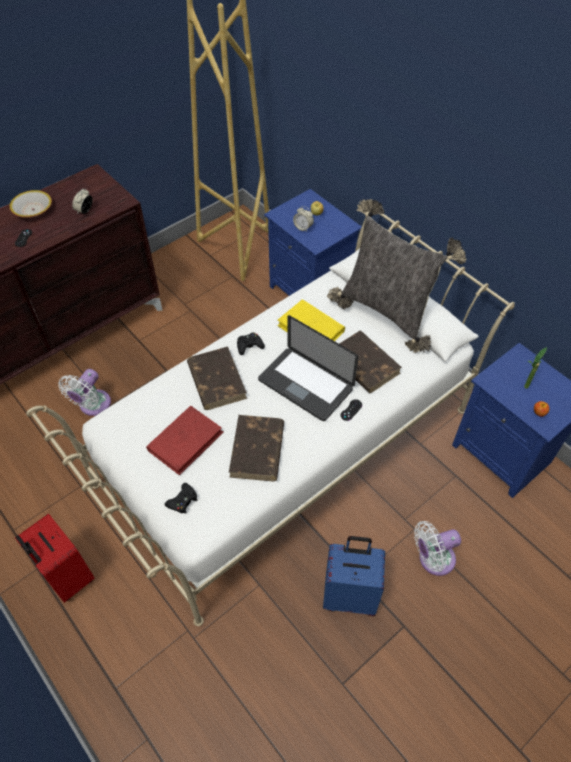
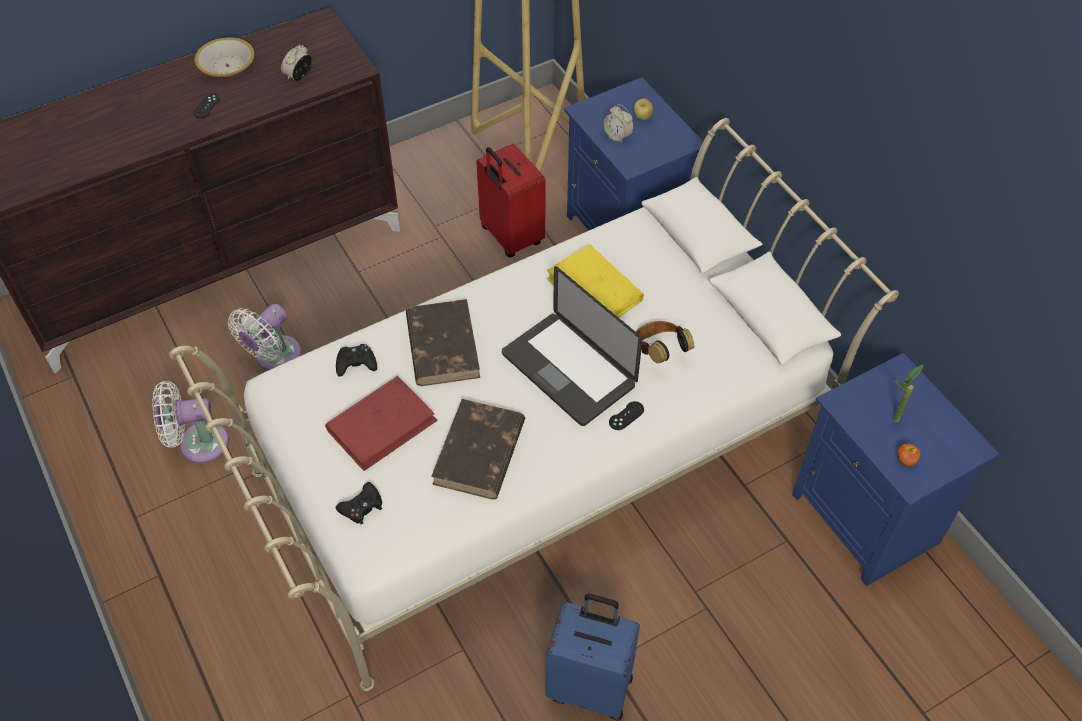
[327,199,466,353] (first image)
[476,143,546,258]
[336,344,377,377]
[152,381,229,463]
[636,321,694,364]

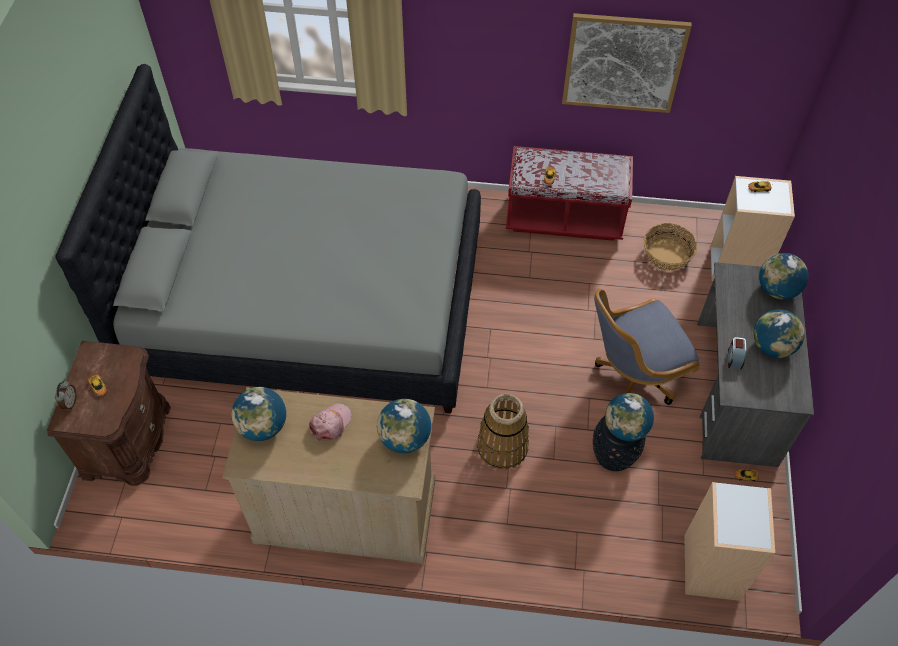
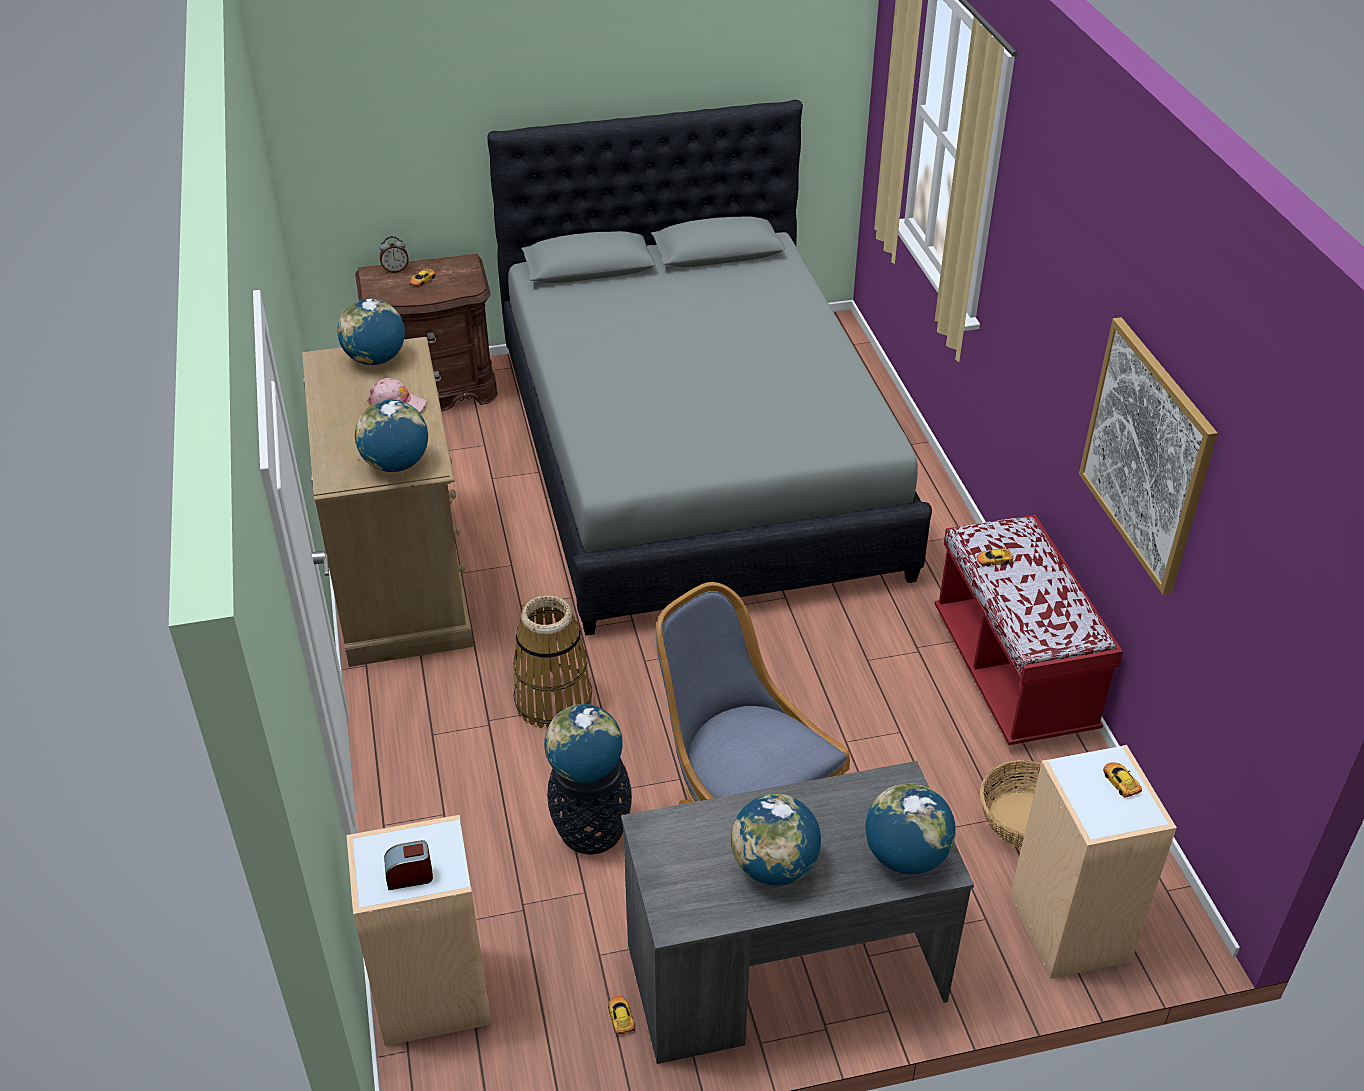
[384,840,433,890]

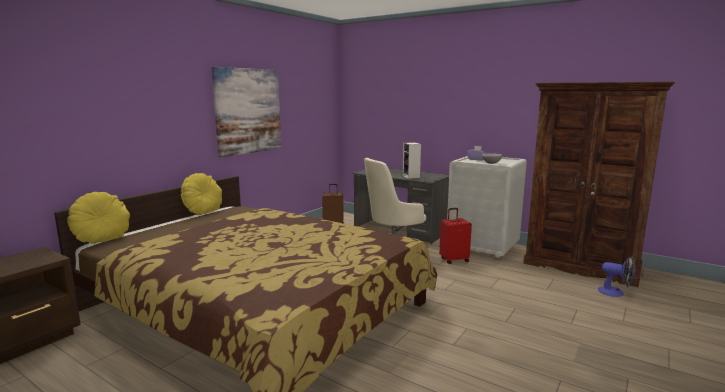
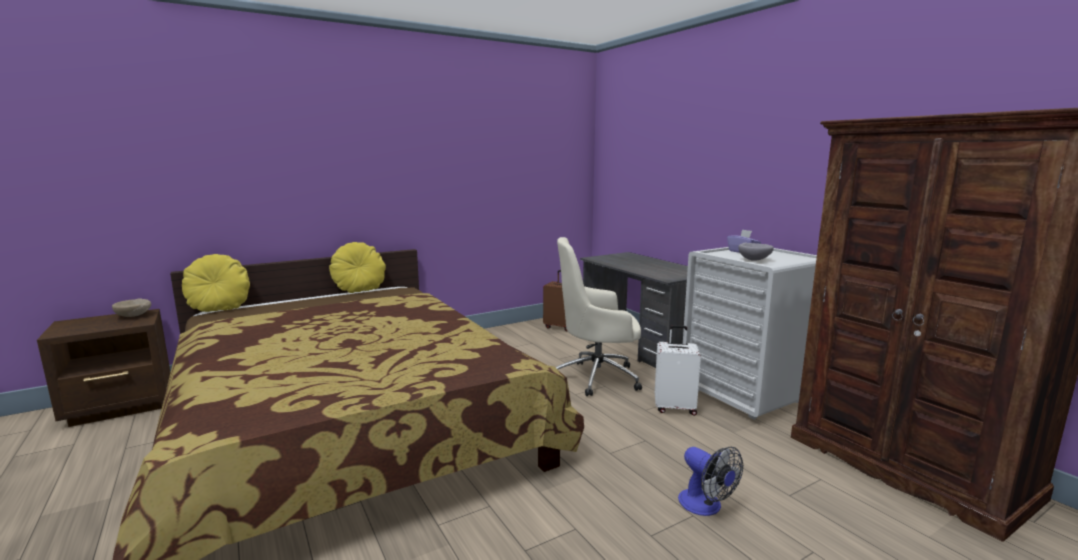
[211,67,281,157] (first image)
[403,142,421,179] (first image)
[112,298,151,317]
[678,447,743,516]
[655,325,701,416]

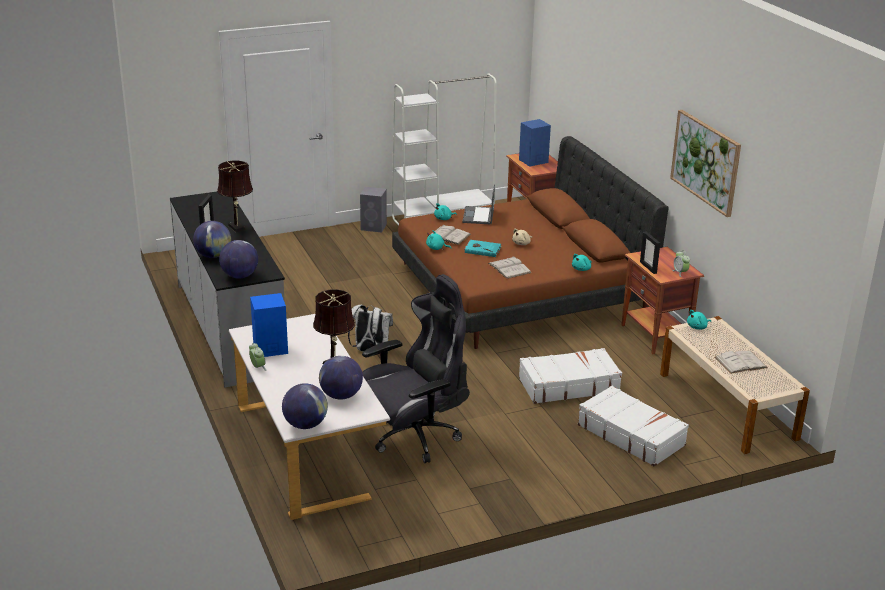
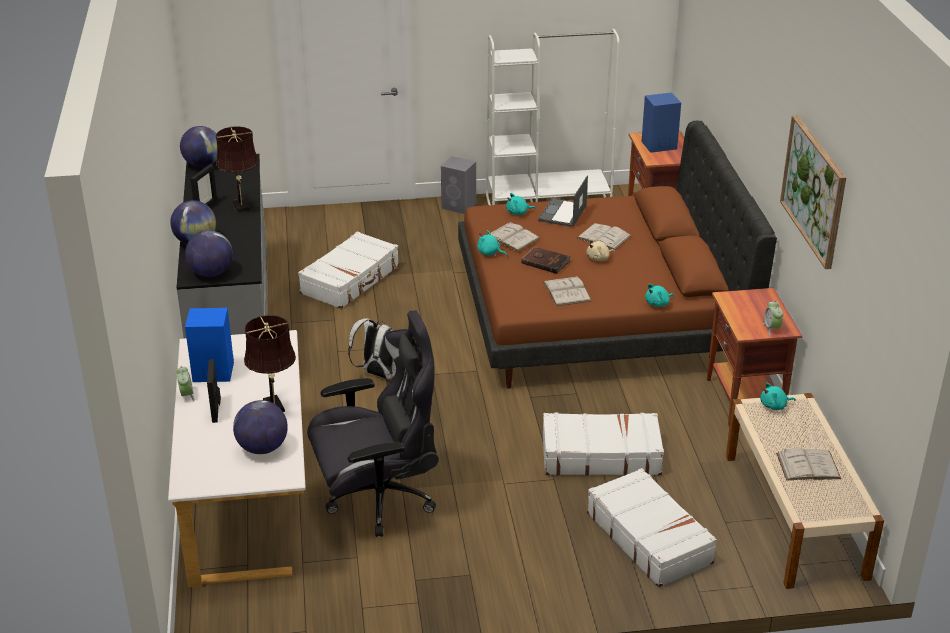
[298,231,399,309]
[577,223,631,250]
[180,126,217,167]
[207,359,221,423]
[521,246,571,274]

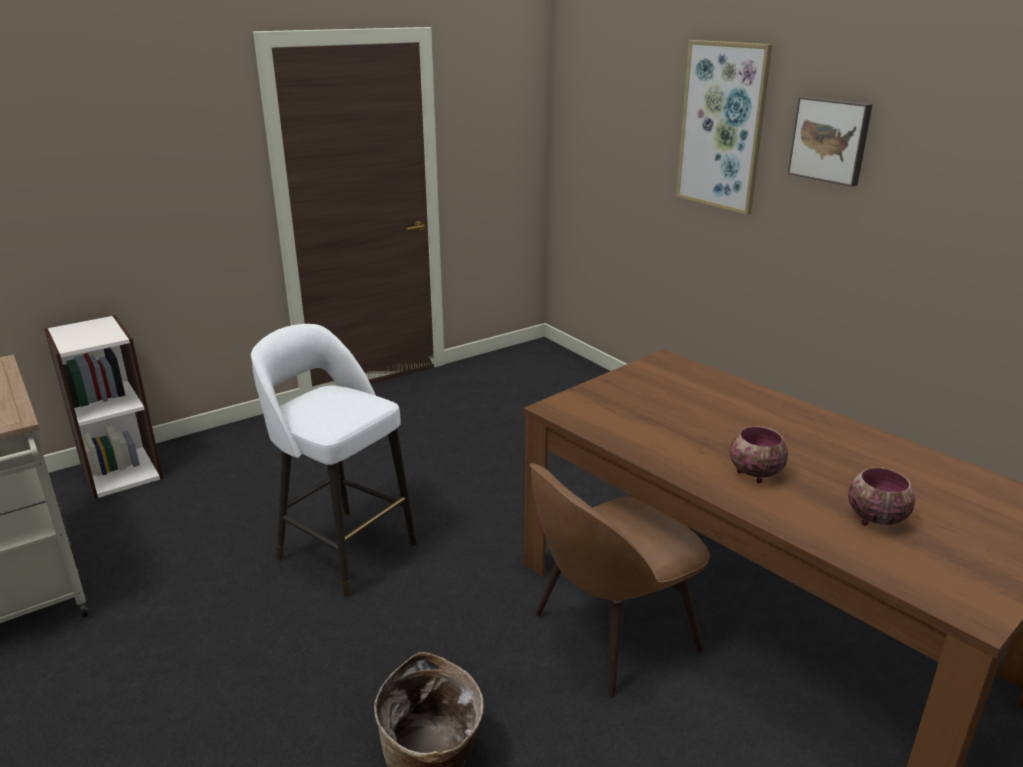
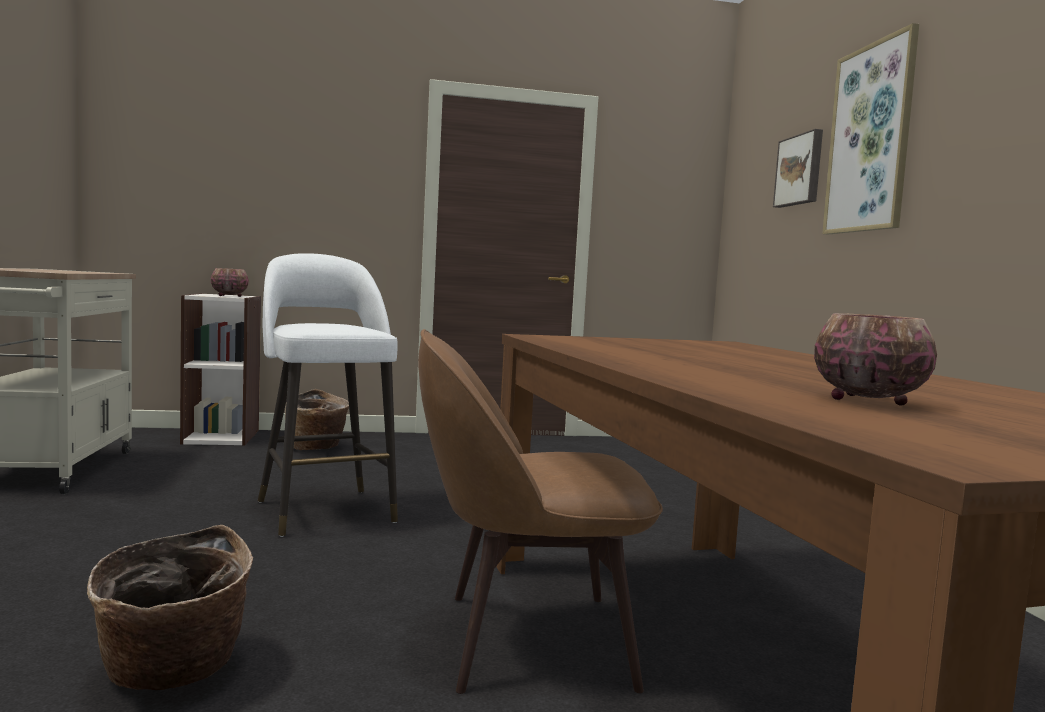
[285,389,349,450]
[211,268,249,297]
[773,129,823,208]

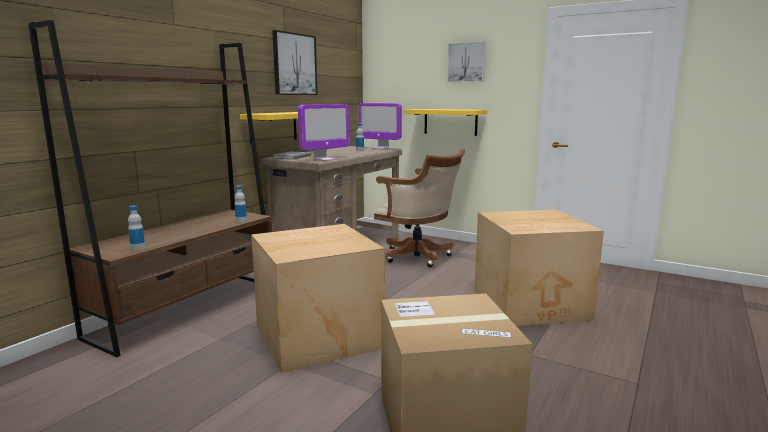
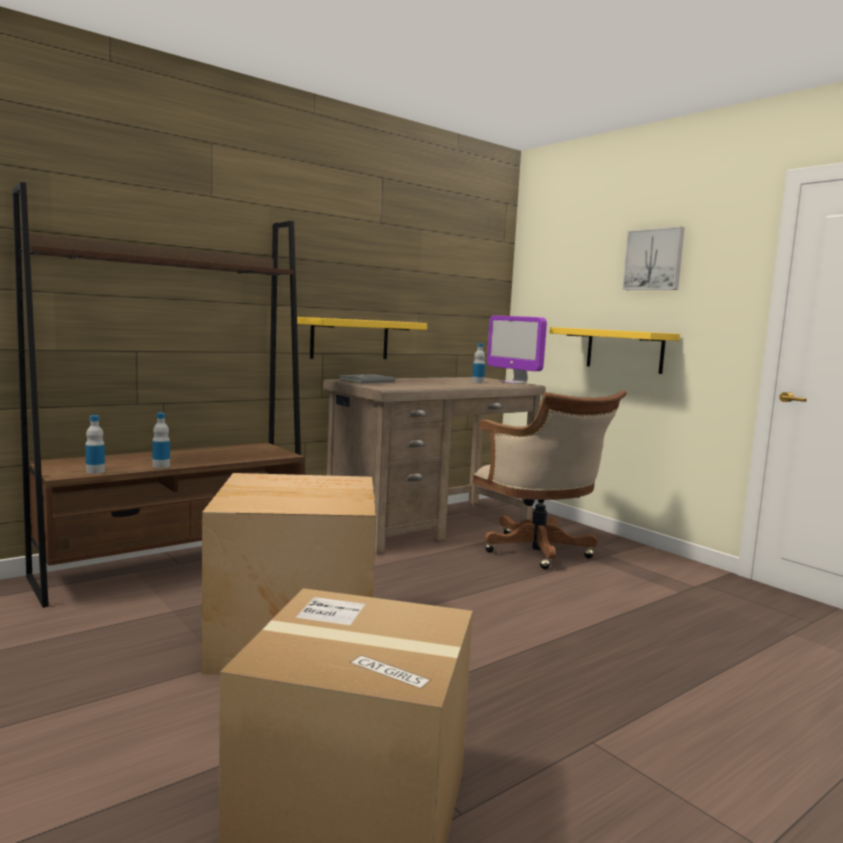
[272,30,318,95] (first image)
[298,104,349,161] (first image)
[474,210,604,326] (first image)
[152,413,170,468]

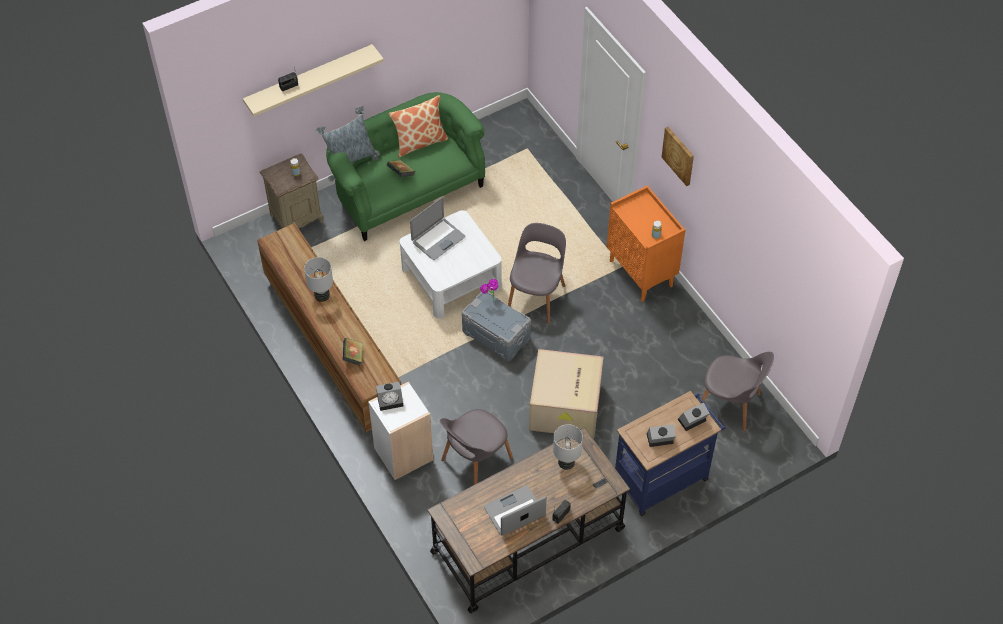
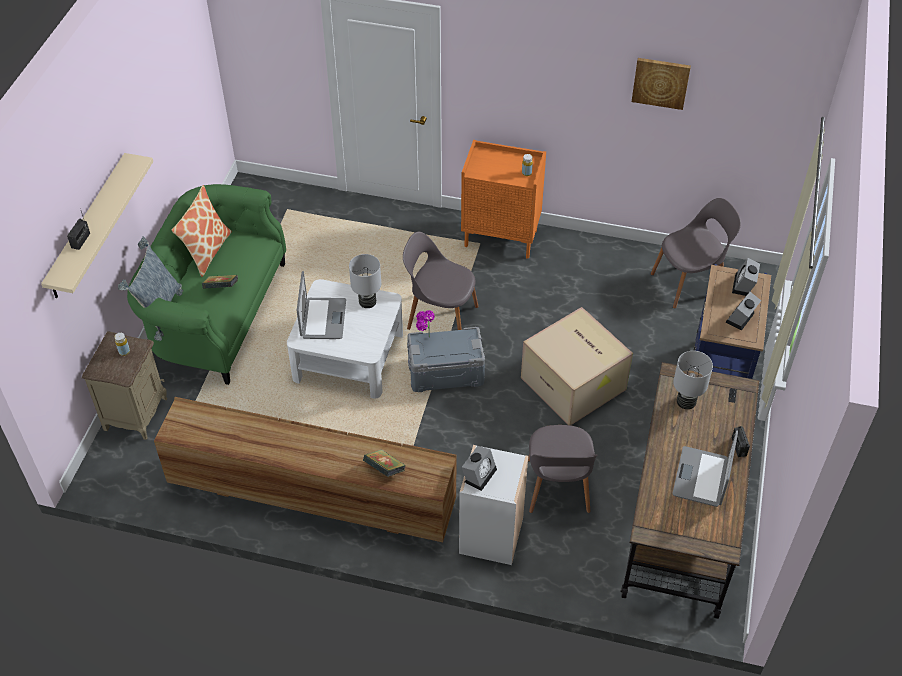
[349,254,381,308]
[632,58,691,110]
[403,232,479,330]

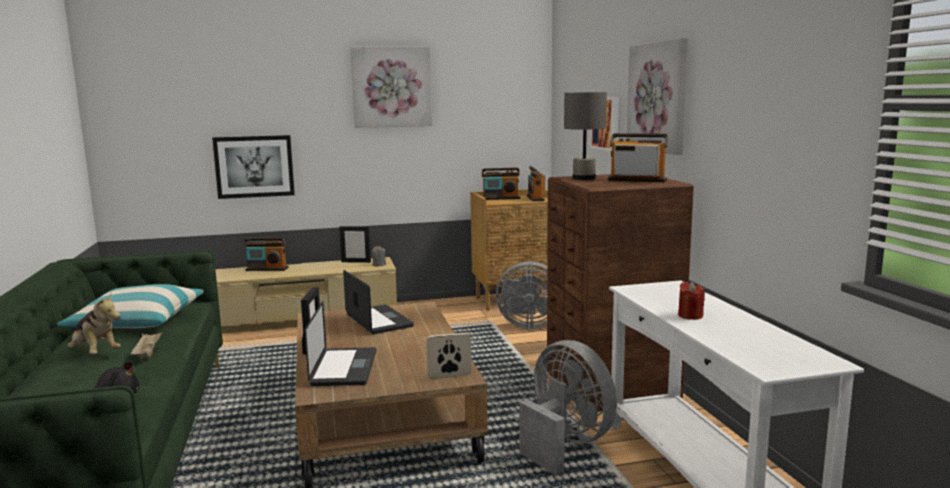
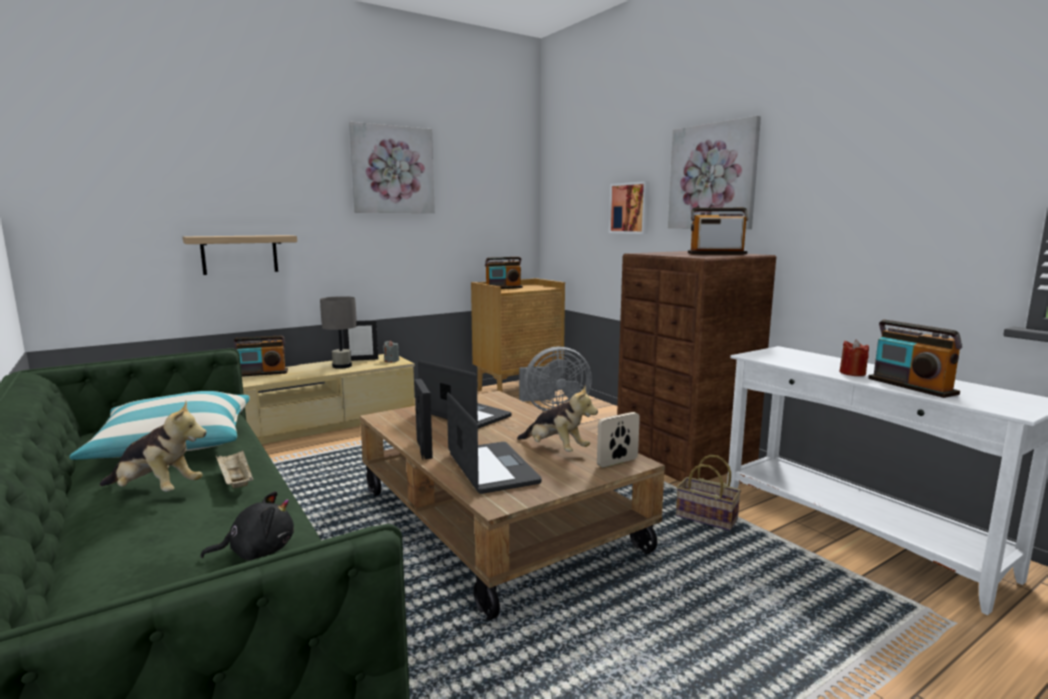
[517,385,598,452]
[868,319,962,398]
[320,296,357,369]
[183,235,297,275]
[676,455,741,531]

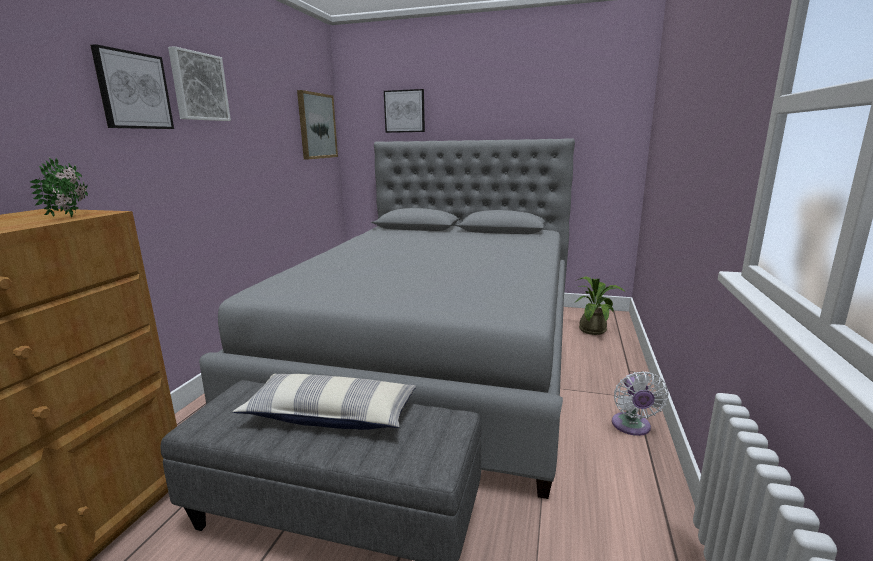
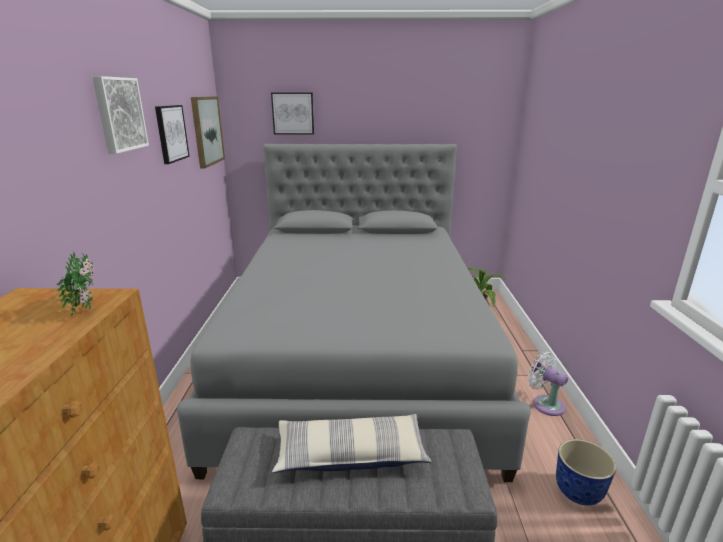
[556,439,616,505]
[155,105,190,164]
[528,351,568,416]

